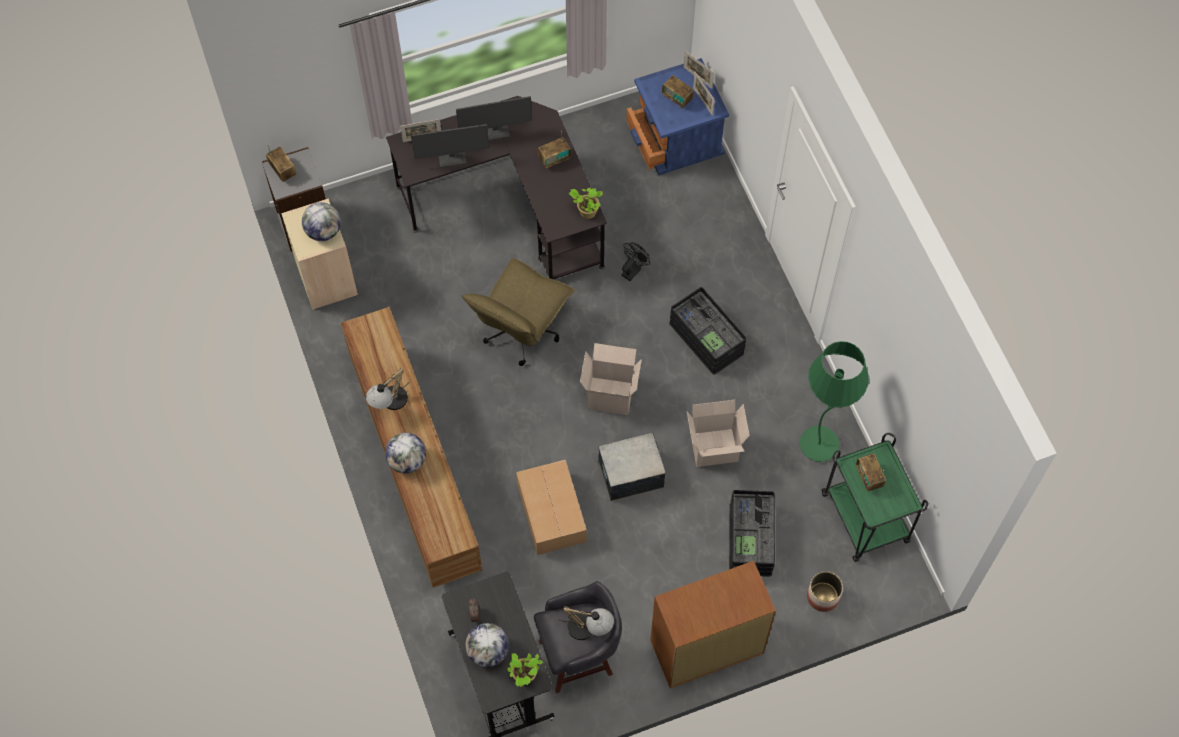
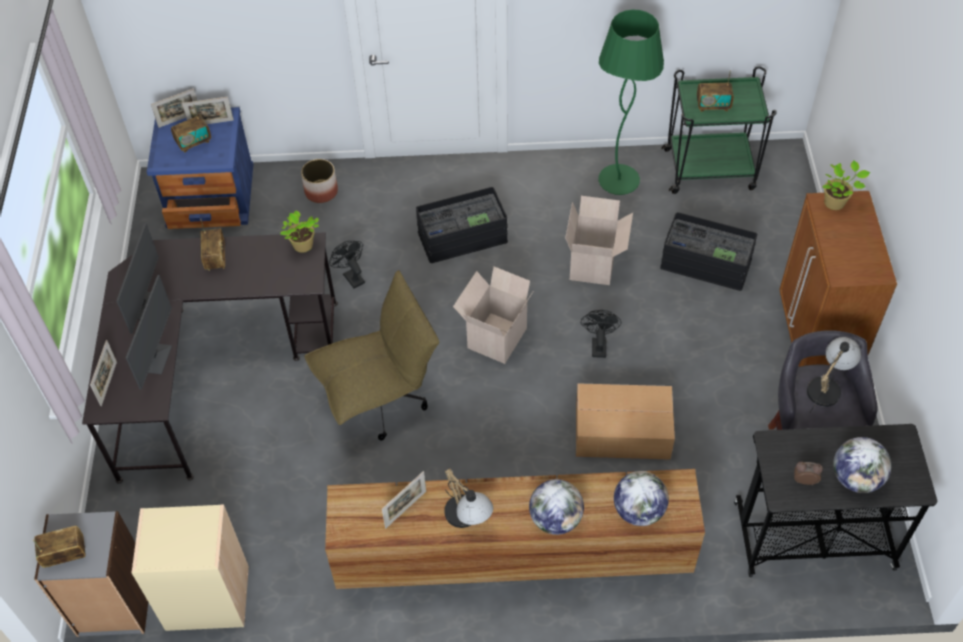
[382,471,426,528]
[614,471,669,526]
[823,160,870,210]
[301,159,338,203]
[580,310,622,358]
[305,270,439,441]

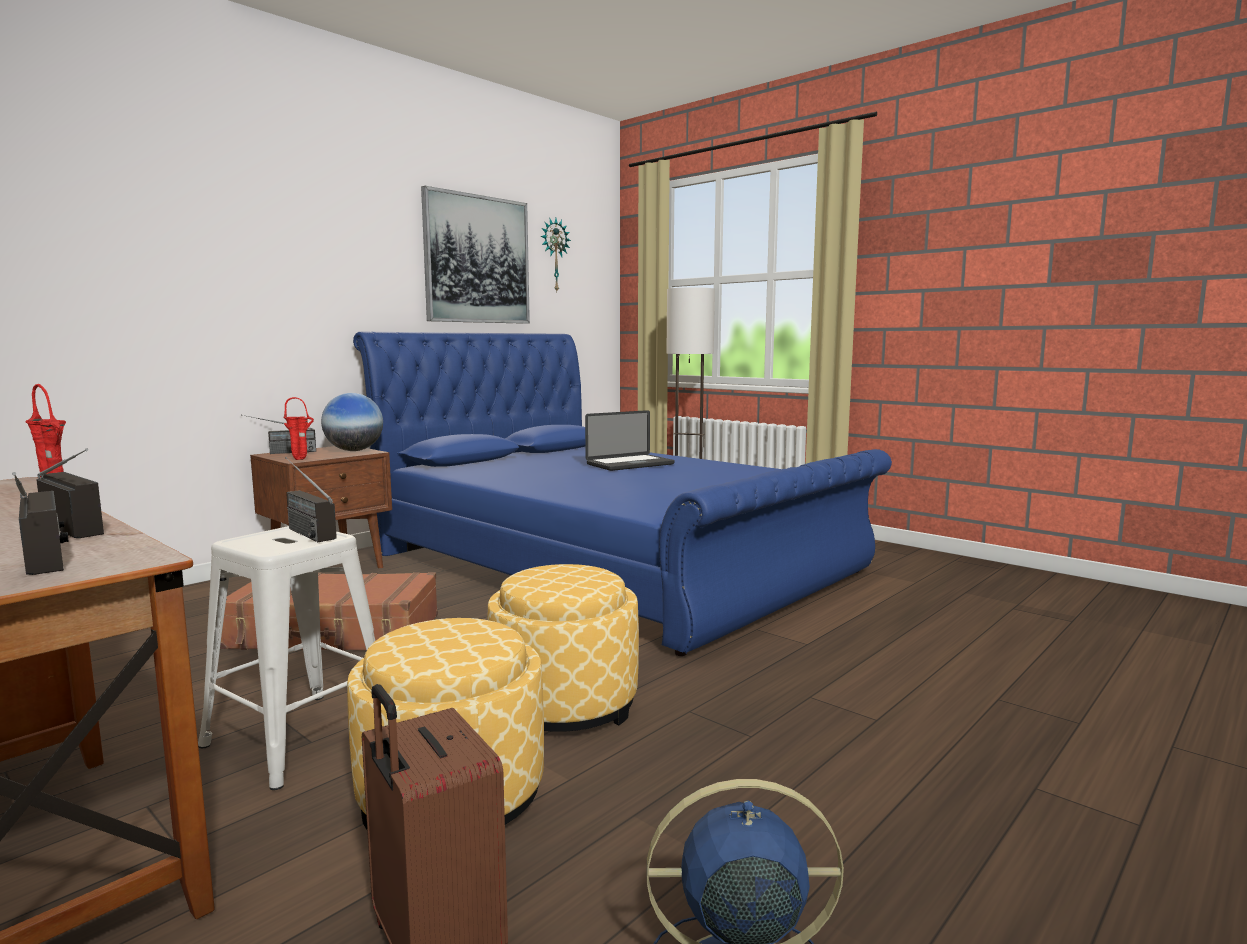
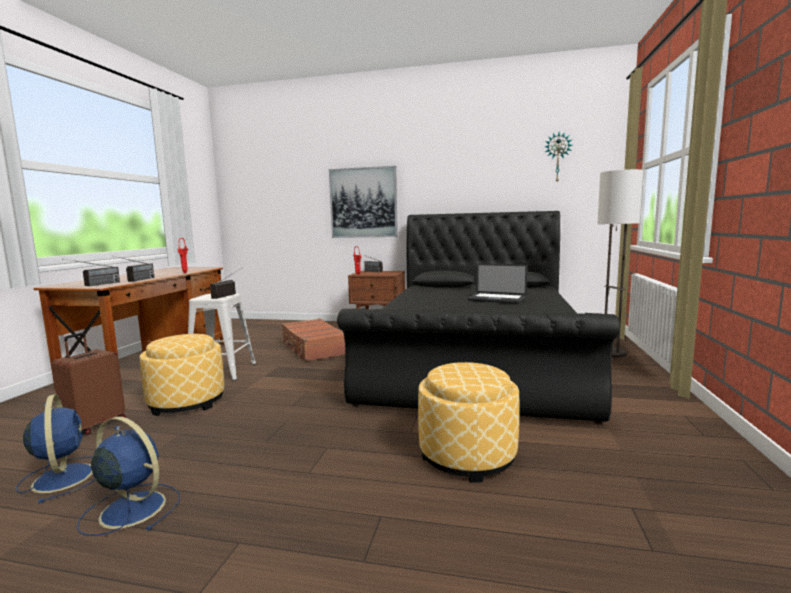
[321,393,383,451] (first image)
[77,417,180,536]
[329,166,398,238]
[418,362,519,483]
[337,211,620,424]

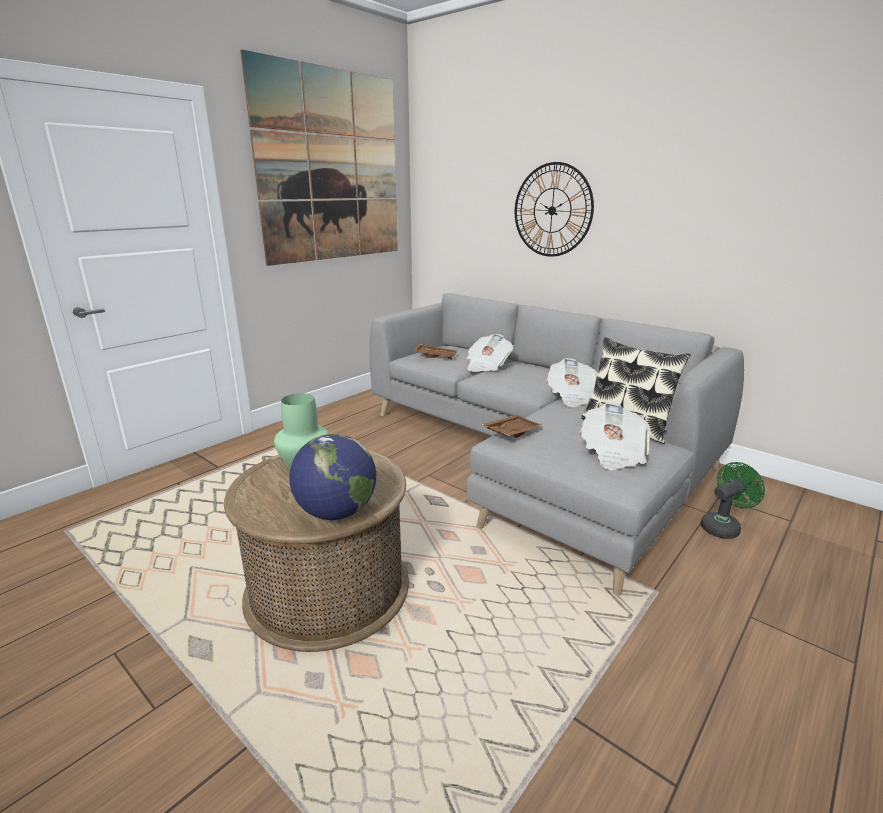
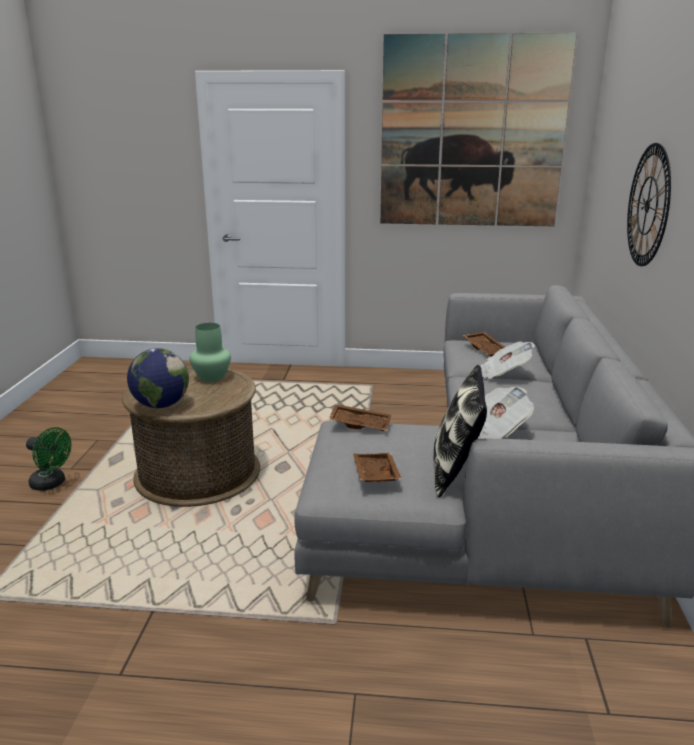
[26,427,71,491]
[353,453,402,482]

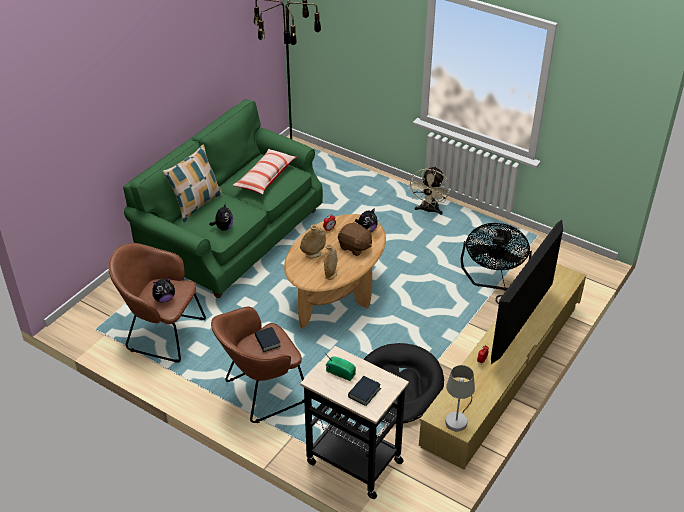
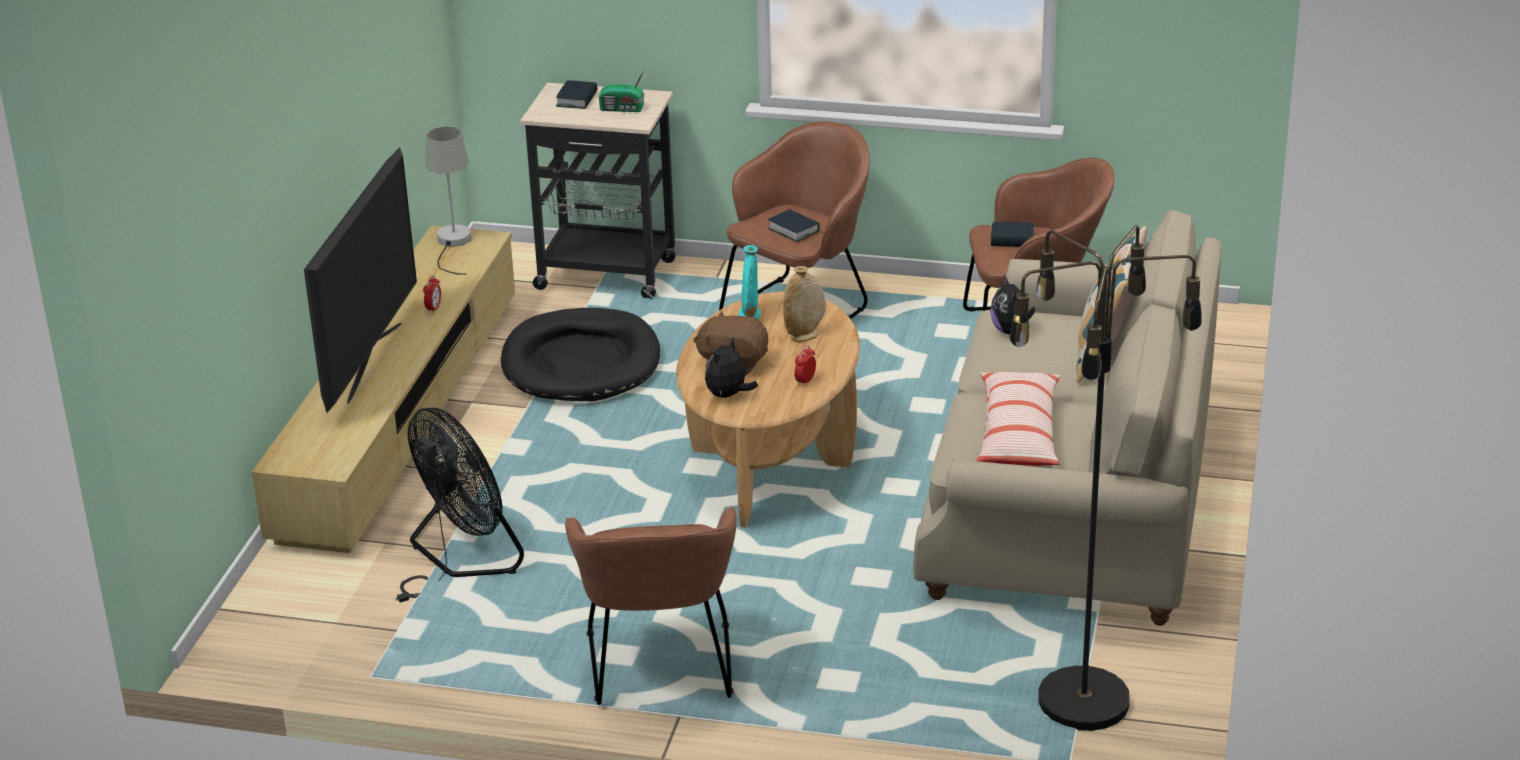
[991,222,1034,247]
[565,507,737,705]
[914,210,1221,626]
[739,245,760,320]
[396,408,524,602]

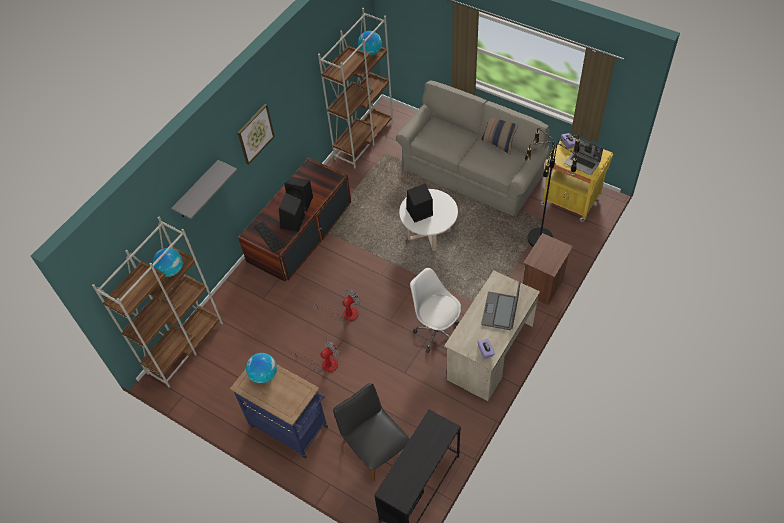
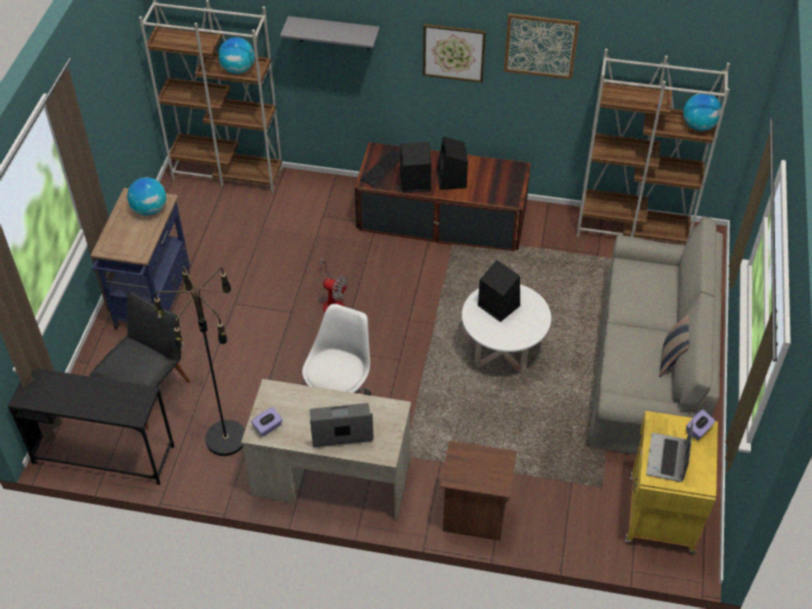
[291,340,340,372] (first image)
[504,13,580,80]
[154,266,245,456]

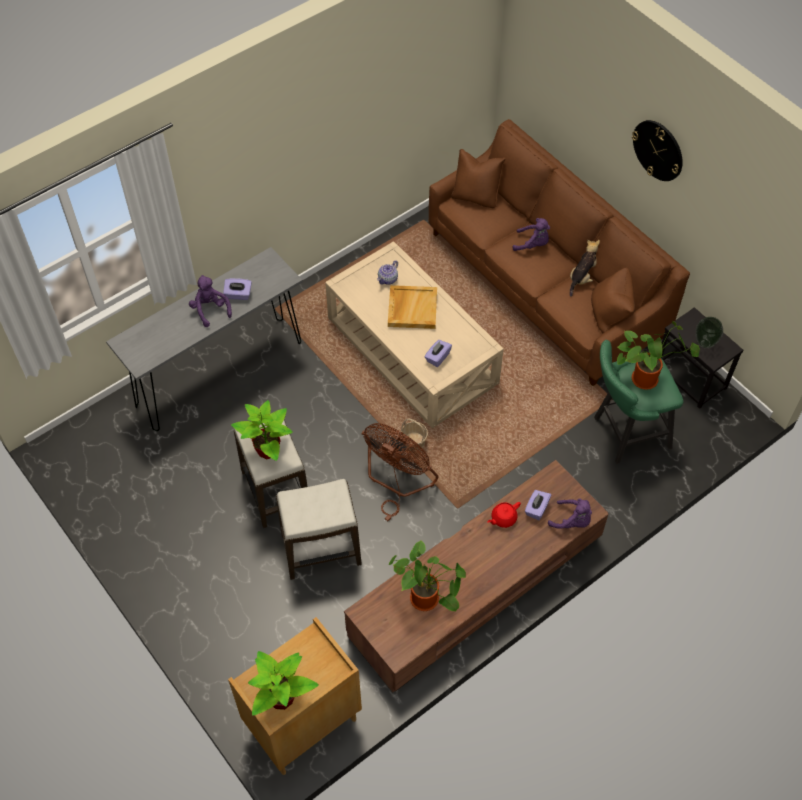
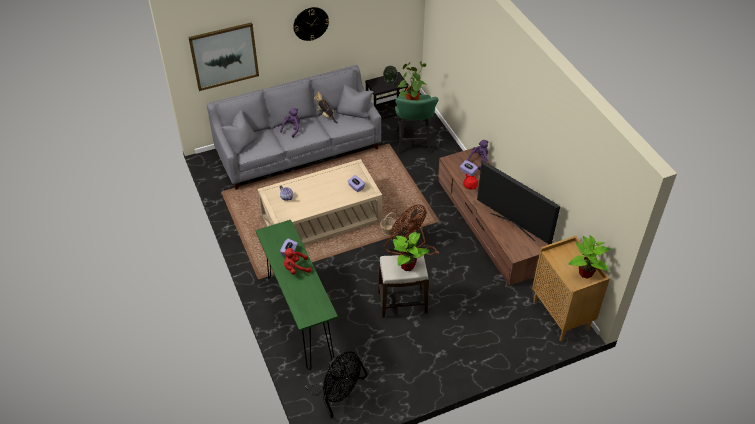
[276,479,362,580] (first image)
[388,285,437,329] (first image)
[188,22,259,91]
[305,352,367,418]
[477,161,560,244]
[255,220,338,370]
[283,248,311,275]
[207,65,381,190]

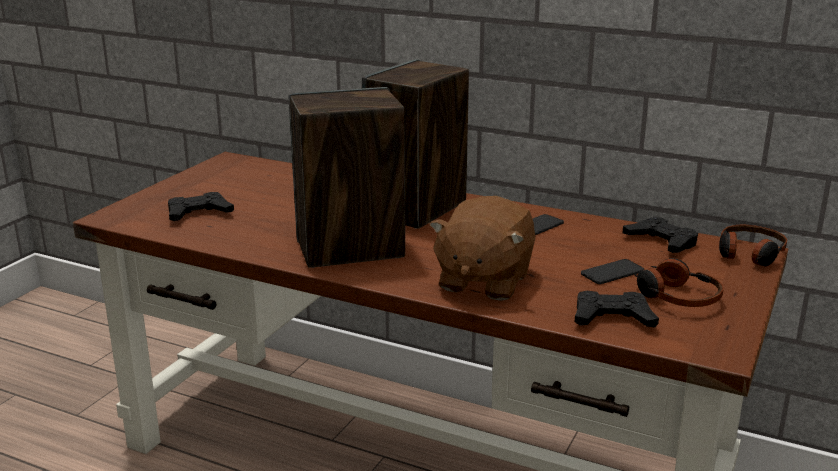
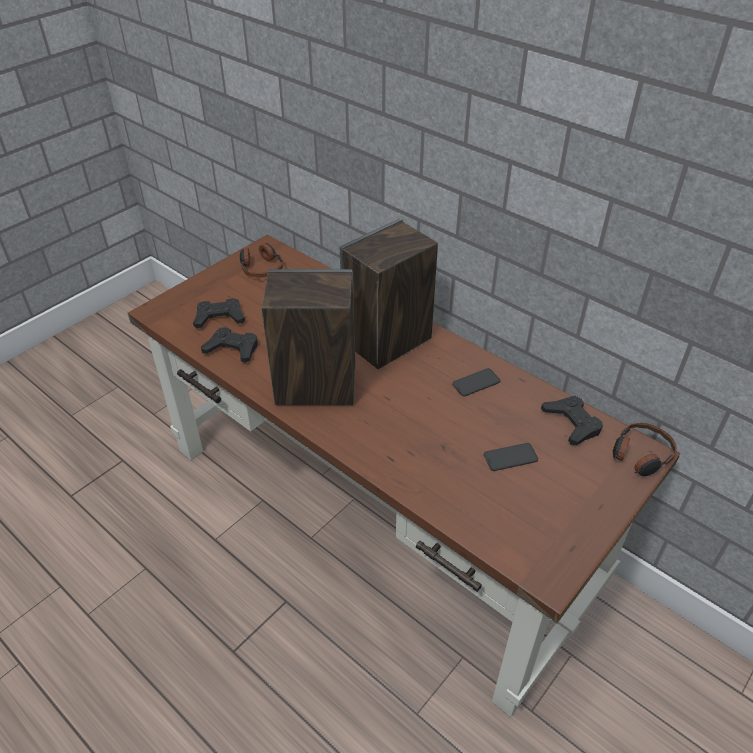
[429,196,536,301] (first image)
[201,327,258,363]
[240,243,284,278]

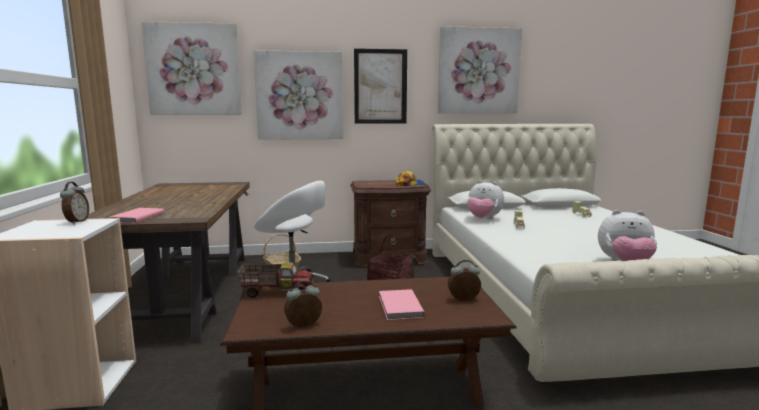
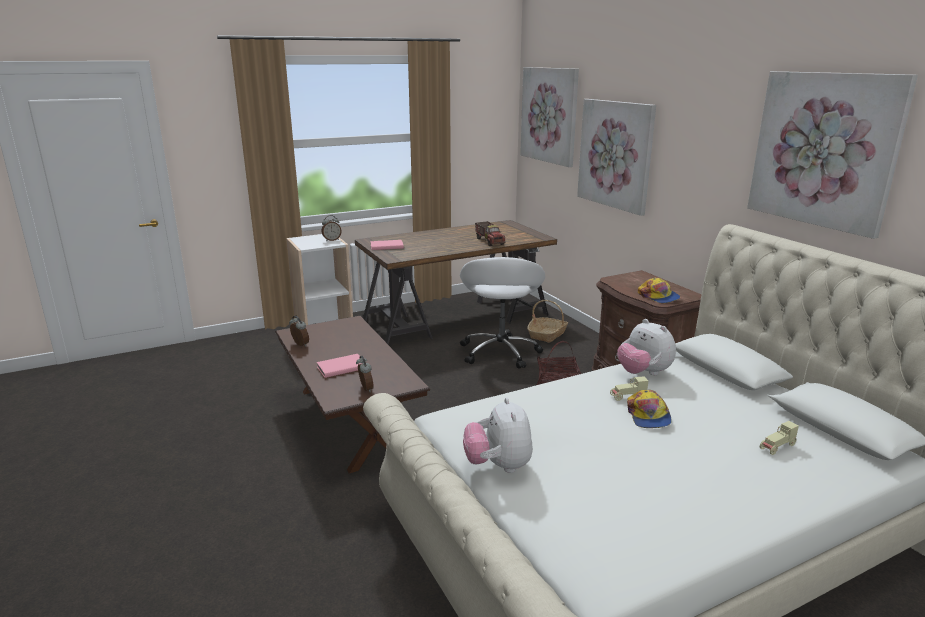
[354,48,407,124] (first image)
[627,390,672,428]
[475,221,505,246]
[617,319,676,375]

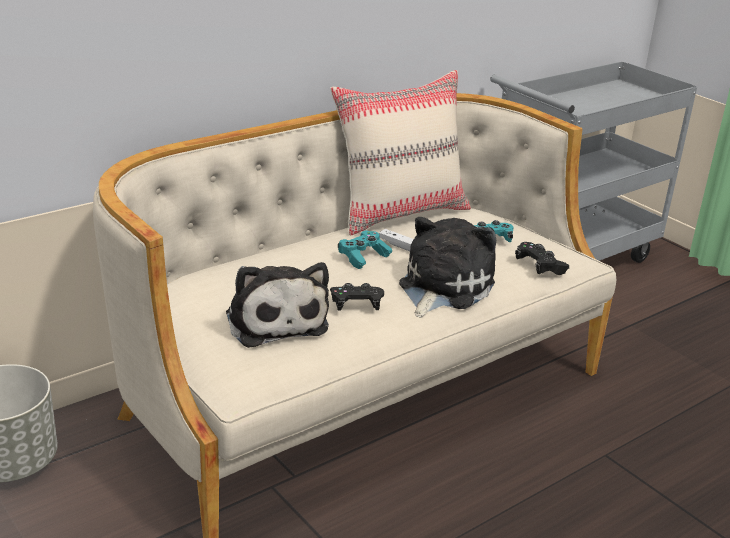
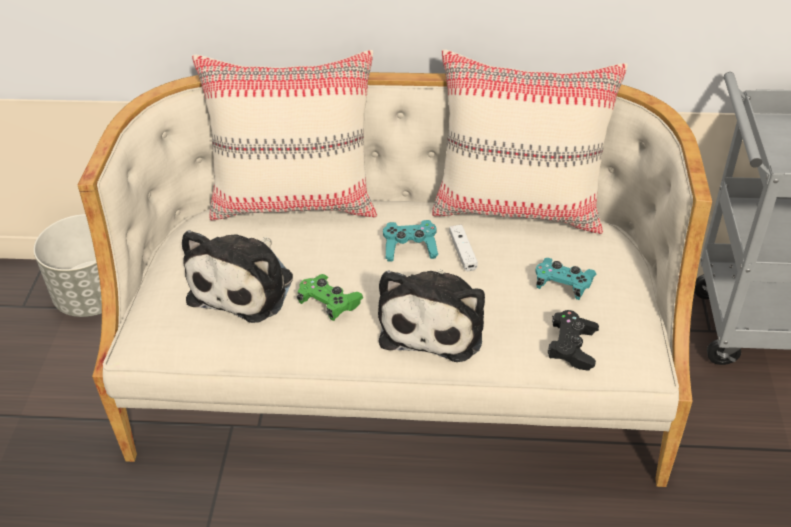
[192,50,377,221]
[297,274,363,321]
[378,270,485,362]

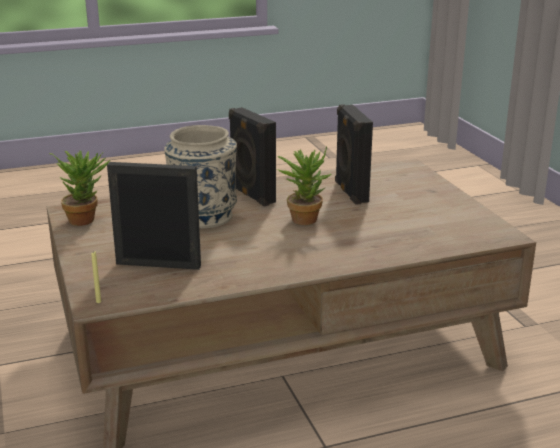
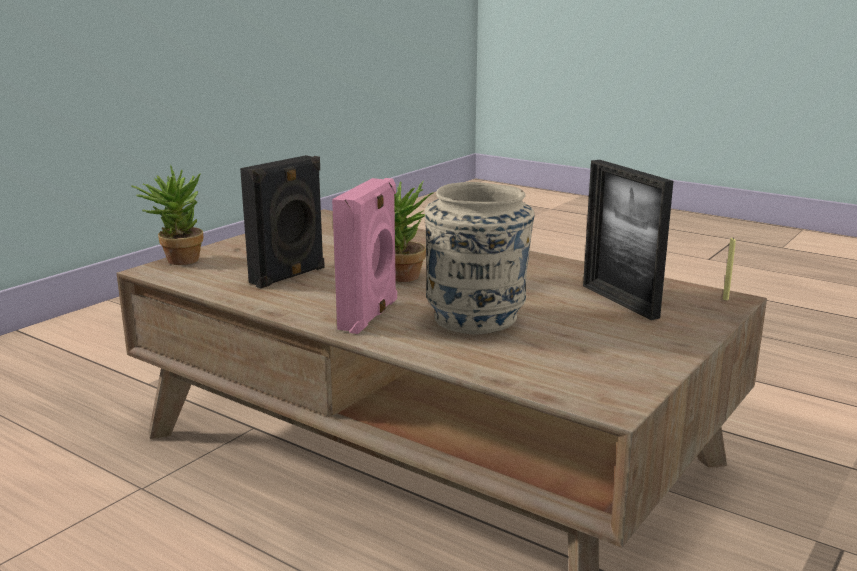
[131,165,203,265]
[332,178,397,334]

